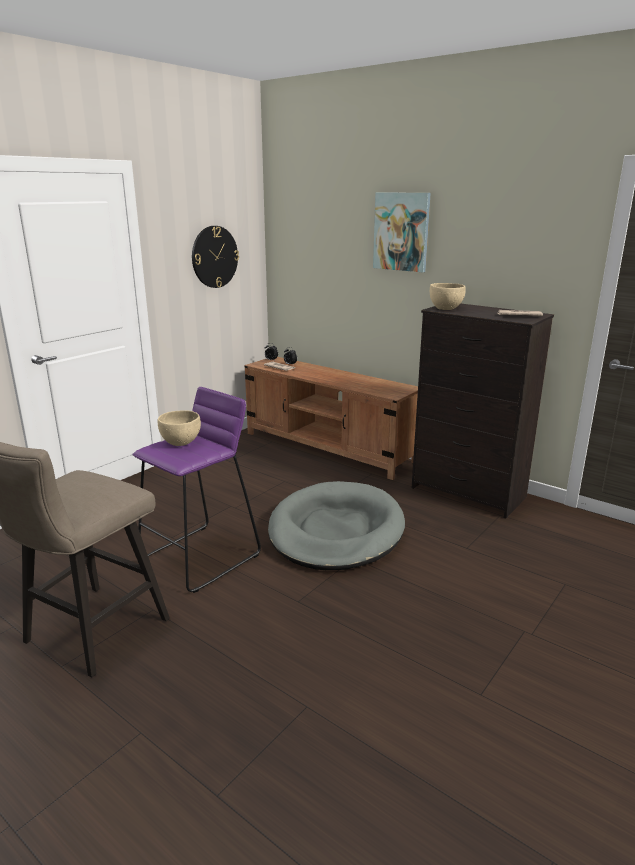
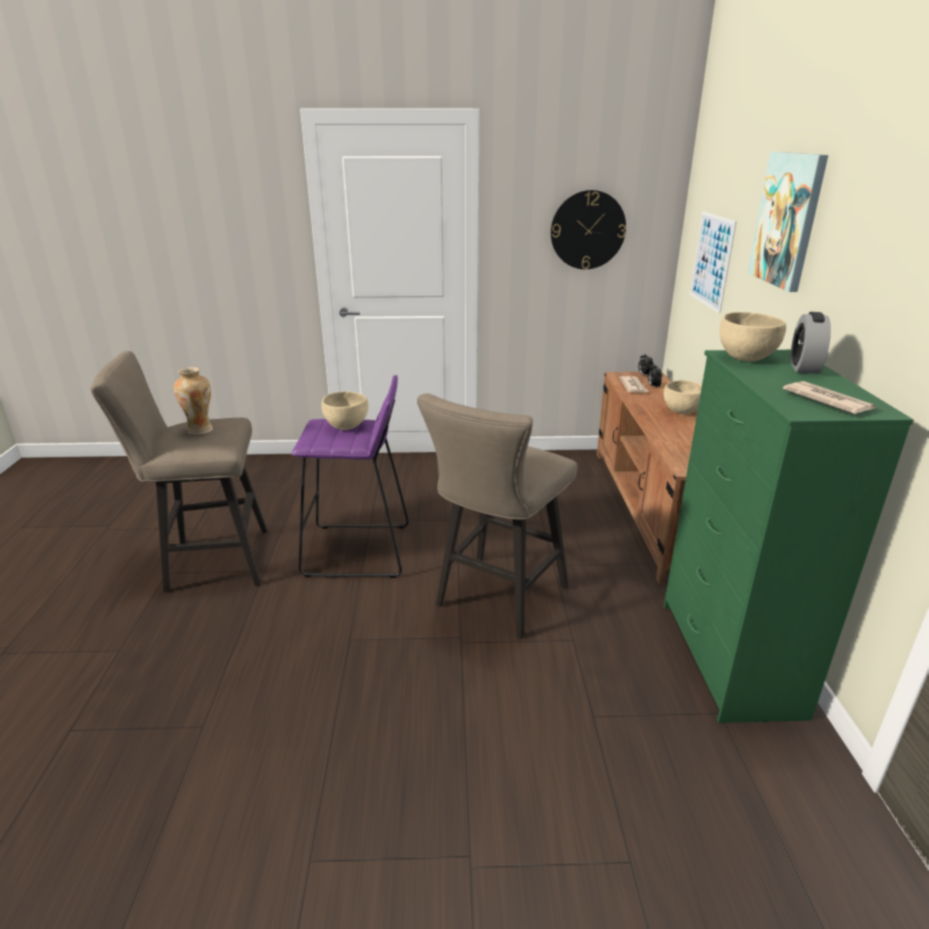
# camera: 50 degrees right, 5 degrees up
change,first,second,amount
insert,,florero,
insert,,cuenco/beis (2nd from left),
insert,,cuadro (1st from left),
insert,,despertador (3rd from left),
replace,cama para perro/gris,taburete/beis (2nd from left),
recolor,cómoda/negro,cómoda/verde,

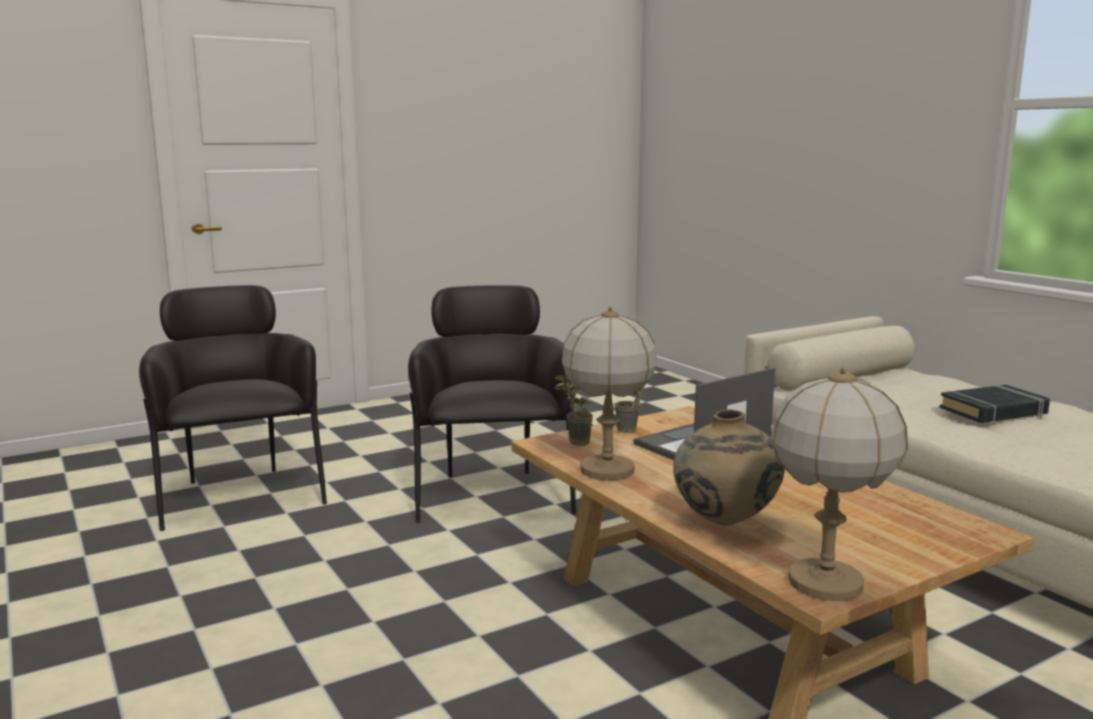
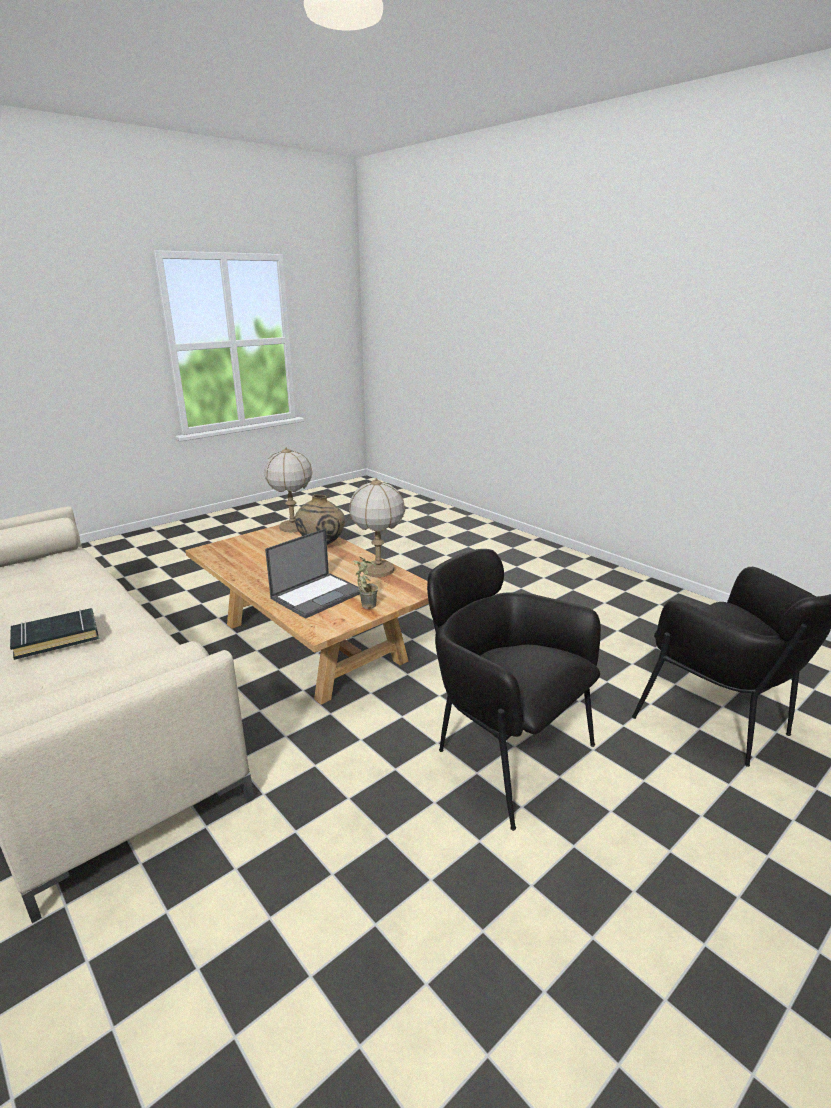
# camera: 170 degrees right, 10 degrees up
change,first,second,amount
delete,planta en maceta (1st from left),,
rotate,sillón/negro (2nd from left in the first image),sillón/negro (1st from left),150 degrees clockwise

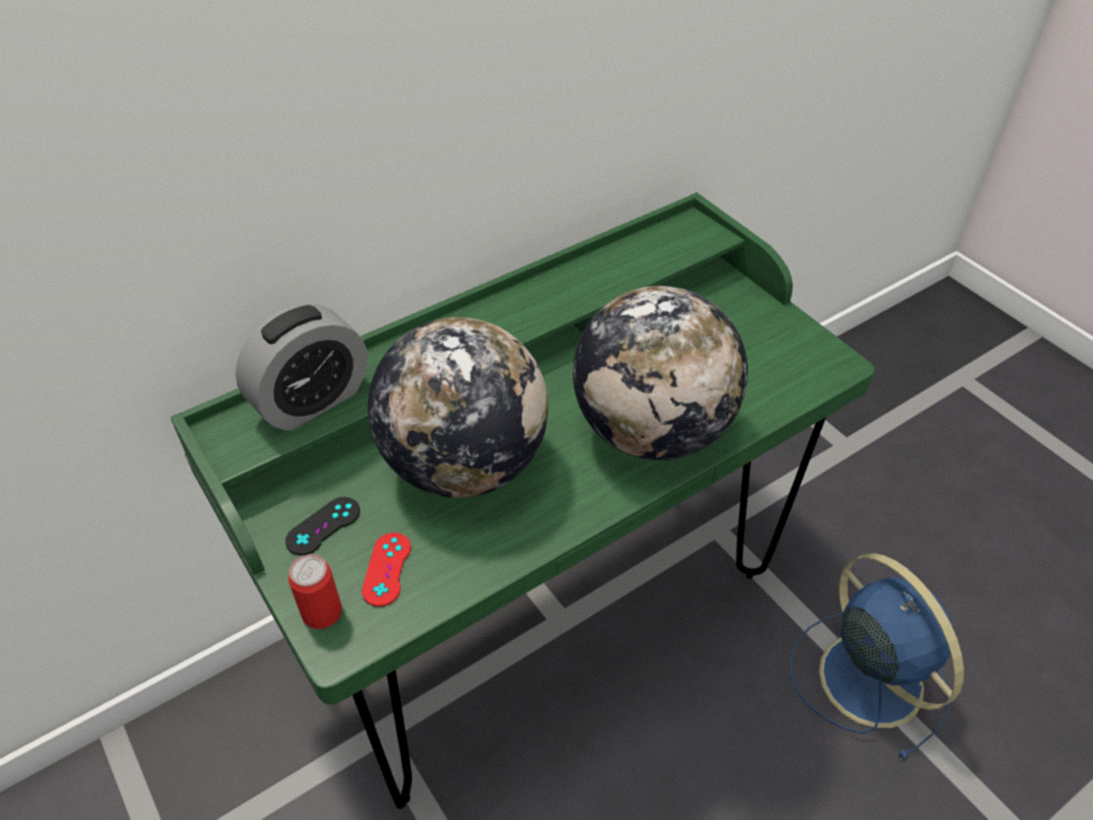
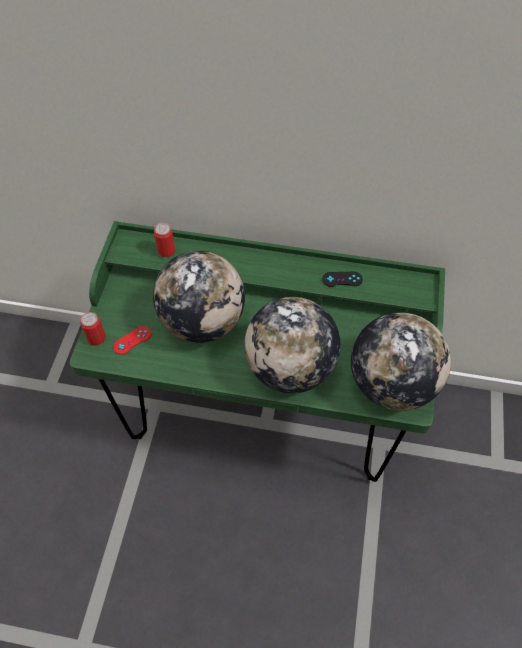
# camera: 45 degrees right, 10 degrees up
change,first,second,amount
delete,ventilador/azul,,
insert,,globo terráqueo (3rd from left),
move,mando de consola/negro,,
replace,despertador,lata (2nd from left),

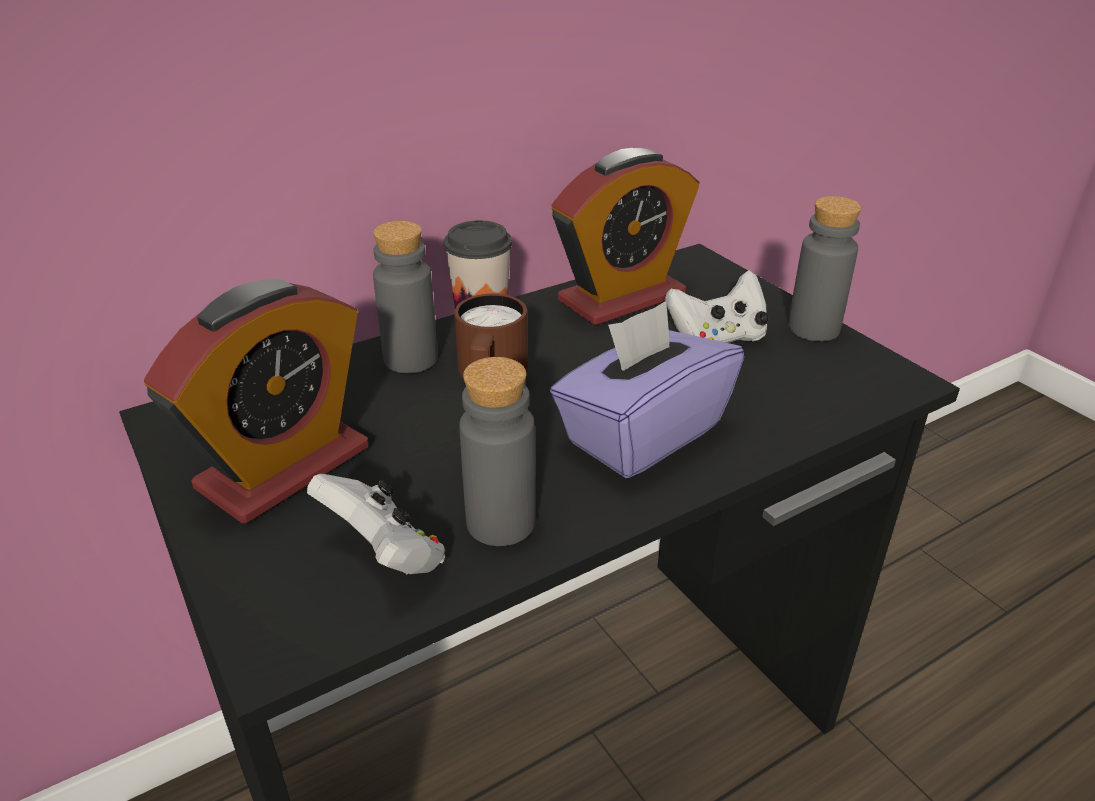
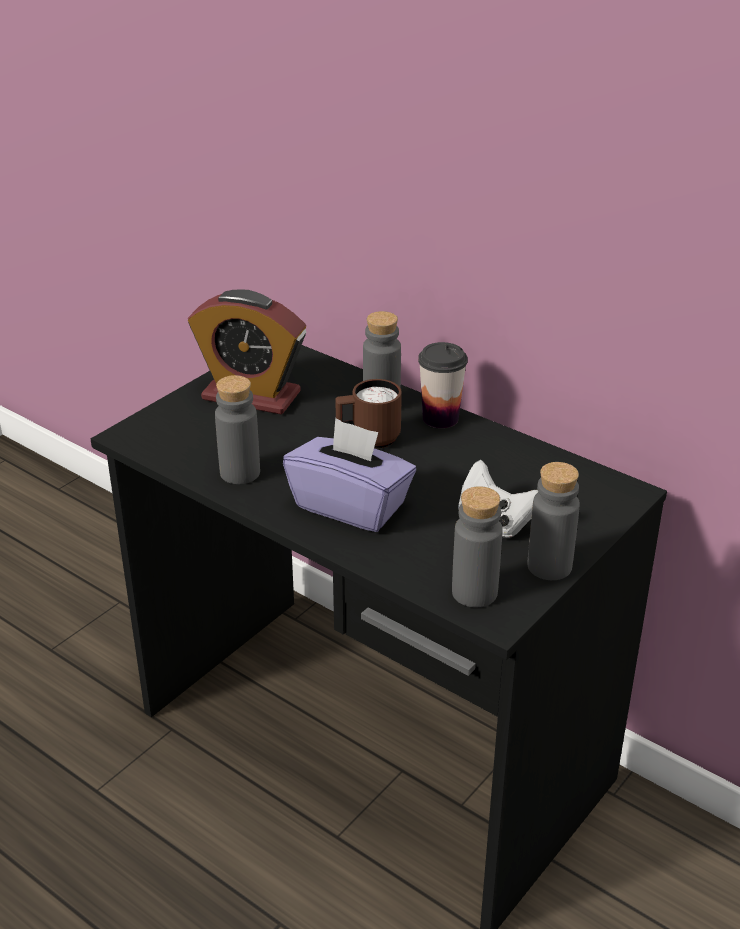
# camera: 70 degrees right, 0 degrees up
change,first,second,amount
delete,mando de consola/blanco (1st from left),,
delete,despertador (2nd from left),,
insert,,botella/gris (3rd from left),

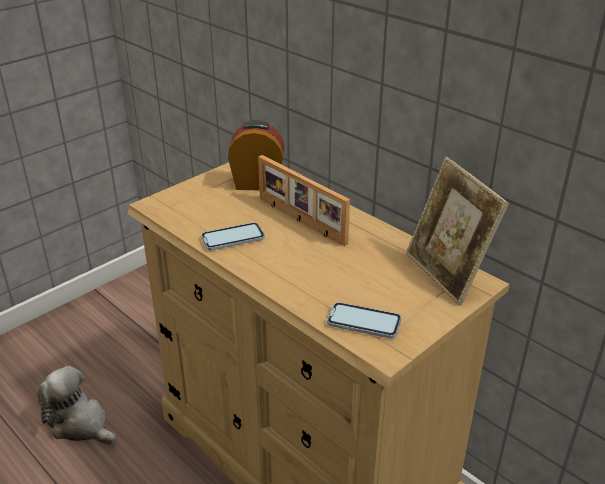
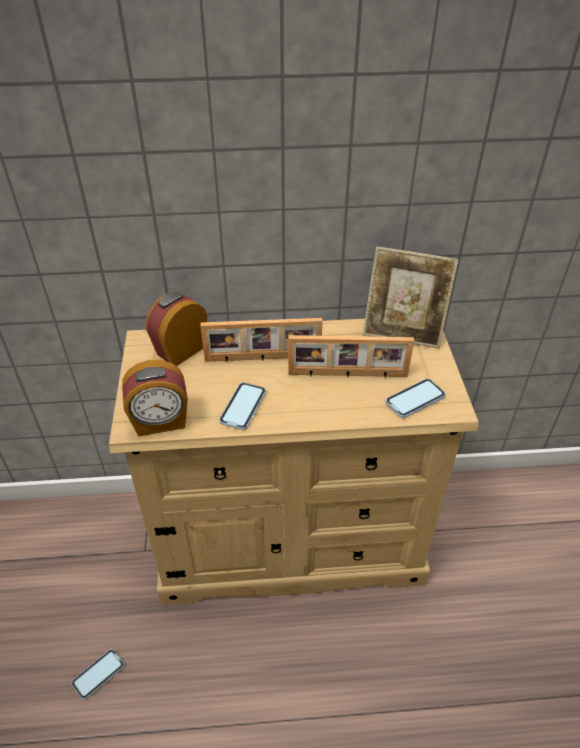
# camera: 50 degrees left, 10 degrees up
change,first,second,amount
insert,,despertador (1st from left),
insert,,portarretratos (2nd from left),
replace,peluche,móvil (1st from left),

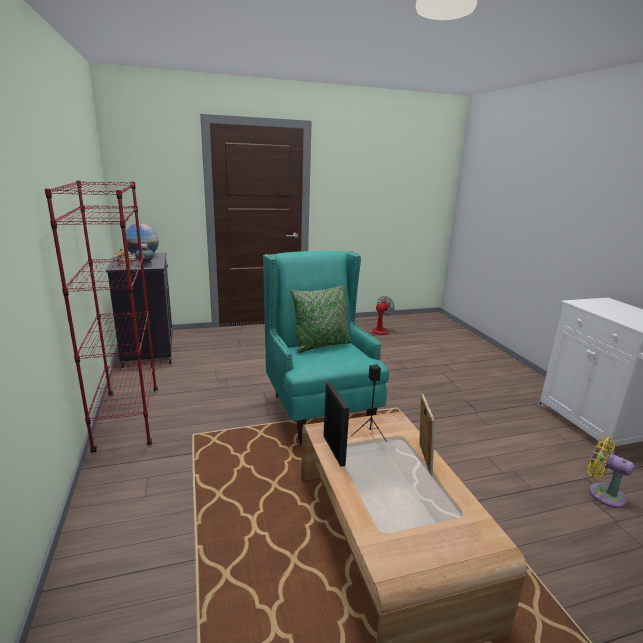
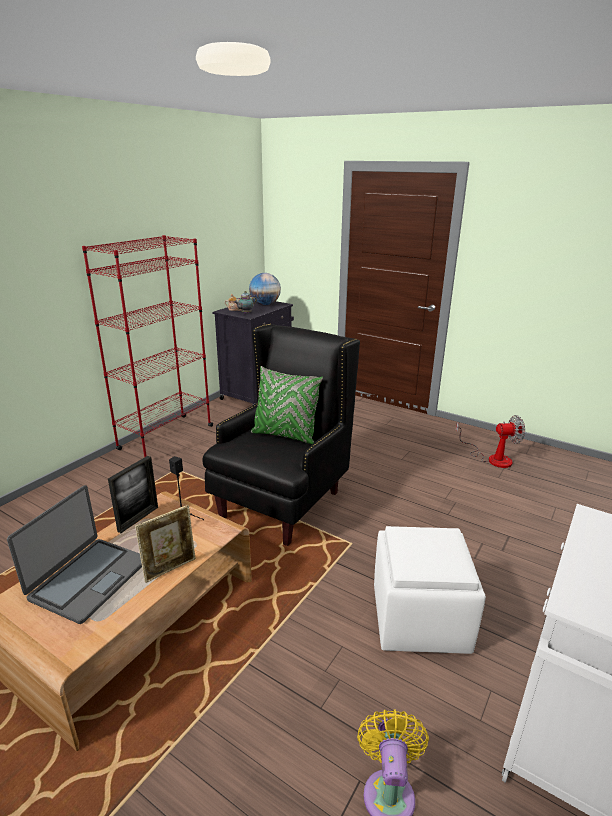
# camera: 50 degrees right, 5 degrees up
change,first,second,amount
insert,,portátil,
insert,,puf/blanco,
recolor,sillón/turquesa,sillón/negro,

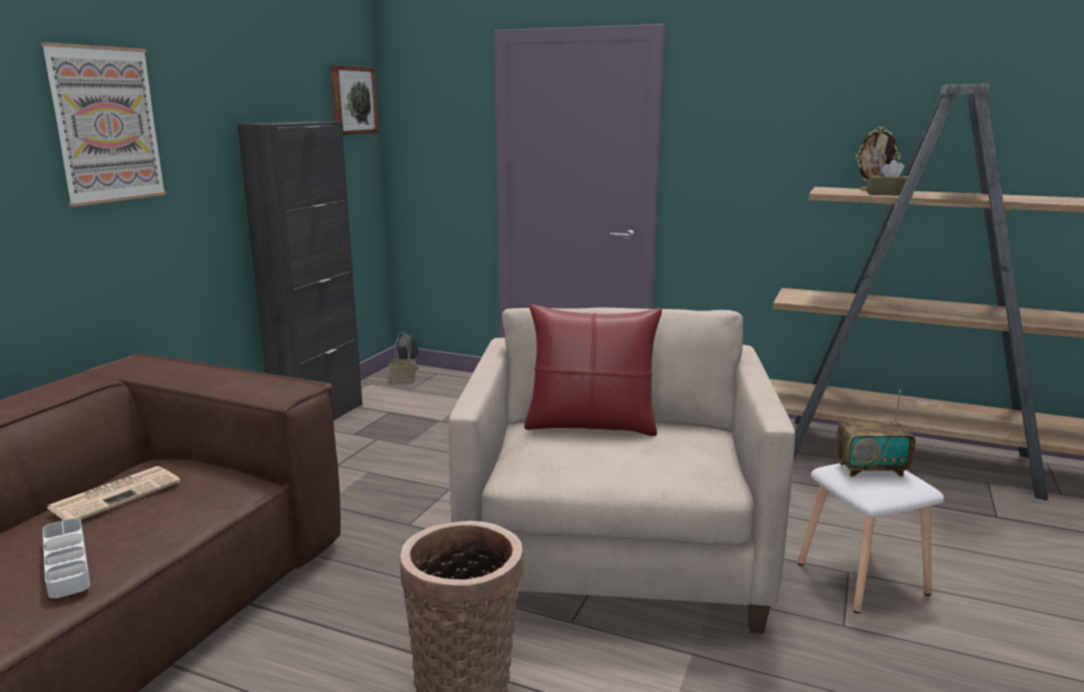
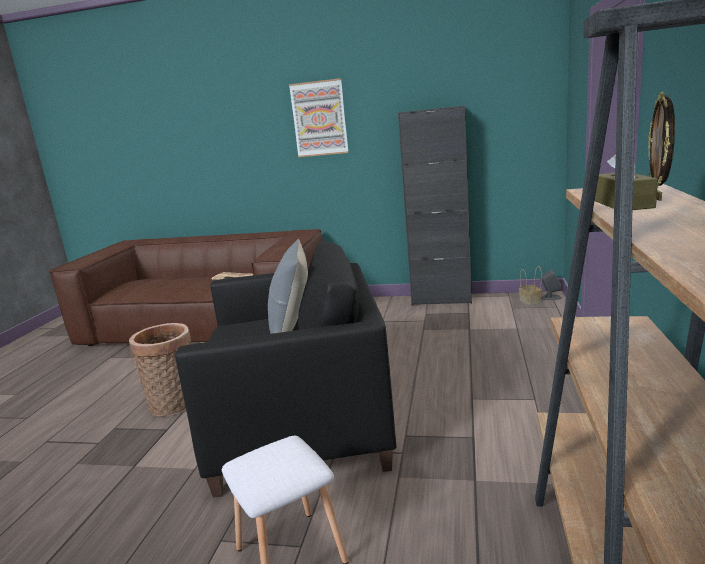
# camera: 80 degrees right, 0 degrees up
change,first,second,amount
delete,bandeja/gris,,
delete,cuadro (2nd from left),,
delete,radio,,
recolor,sillón/beis,sillón/negro,
recolor,cojín/rojo,cojín/gris,

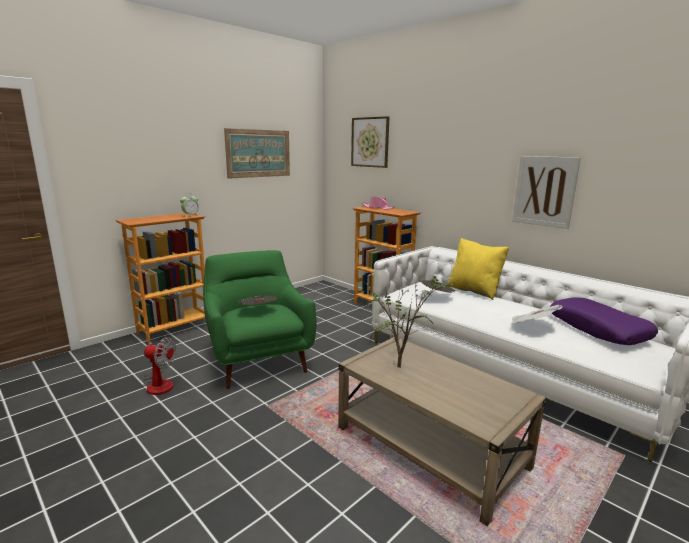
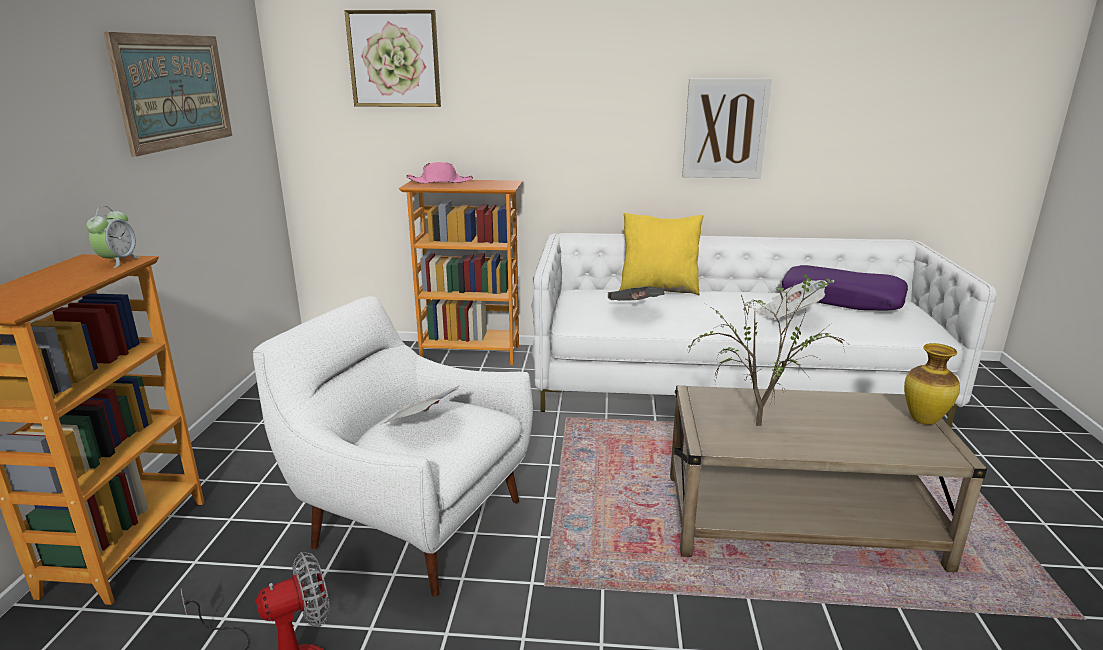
# camera: 40 degrees left, 5 degrees up
change,first,second,amount
insert,,florero,
recolor,sillón/verde,sillón/blanco,

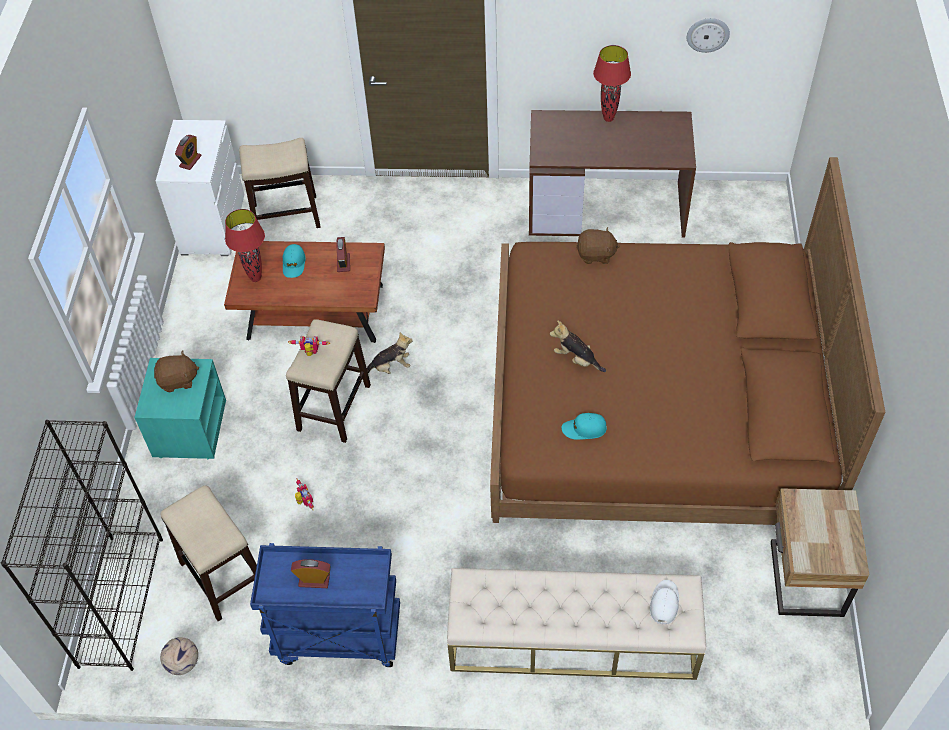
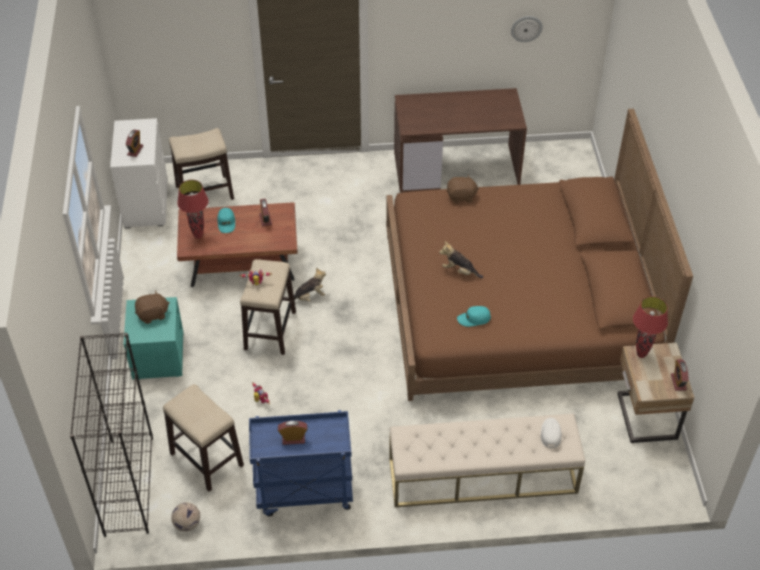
# camera: 10 degrees left, 5 degrees down
change,first,second,amount
insert,,despertador (4th from left),
move,lámpara de mesa/rojo (2nd from left),,

